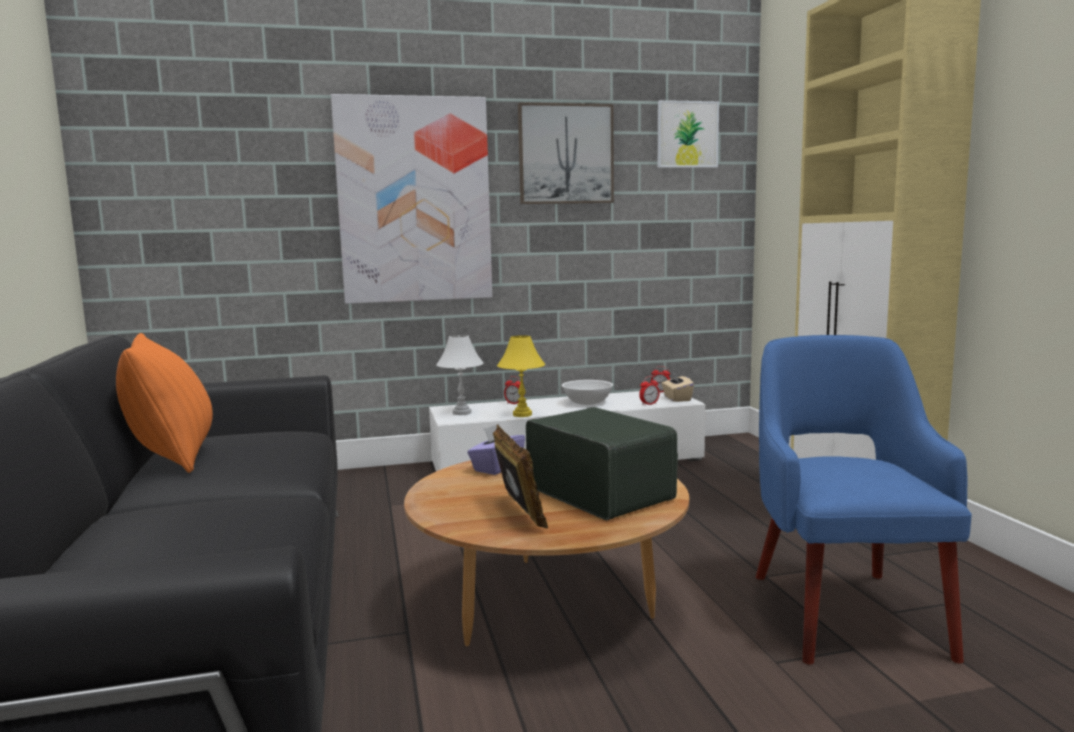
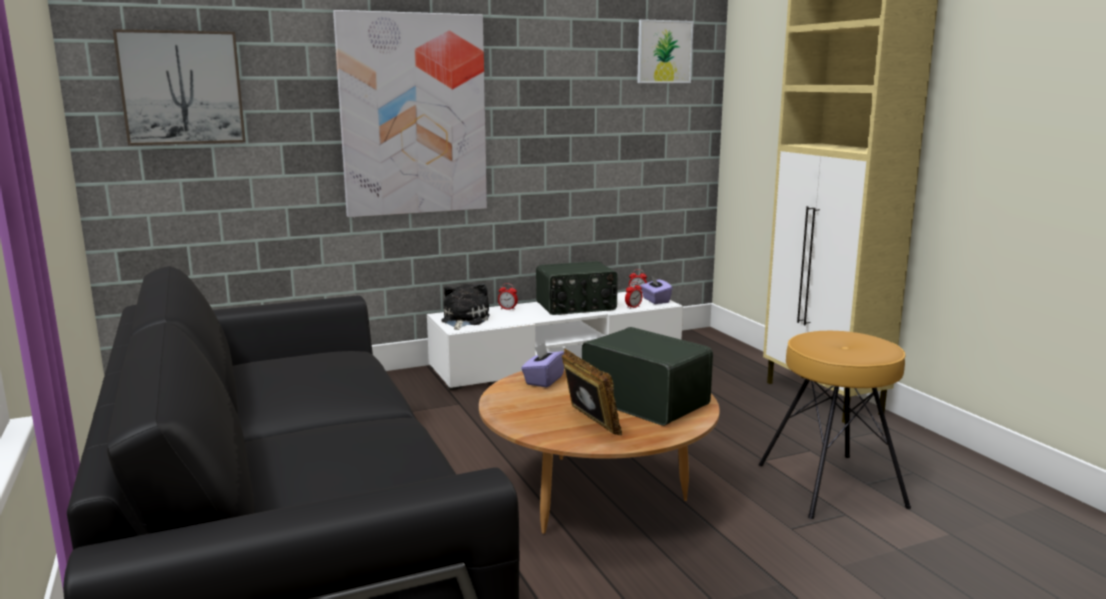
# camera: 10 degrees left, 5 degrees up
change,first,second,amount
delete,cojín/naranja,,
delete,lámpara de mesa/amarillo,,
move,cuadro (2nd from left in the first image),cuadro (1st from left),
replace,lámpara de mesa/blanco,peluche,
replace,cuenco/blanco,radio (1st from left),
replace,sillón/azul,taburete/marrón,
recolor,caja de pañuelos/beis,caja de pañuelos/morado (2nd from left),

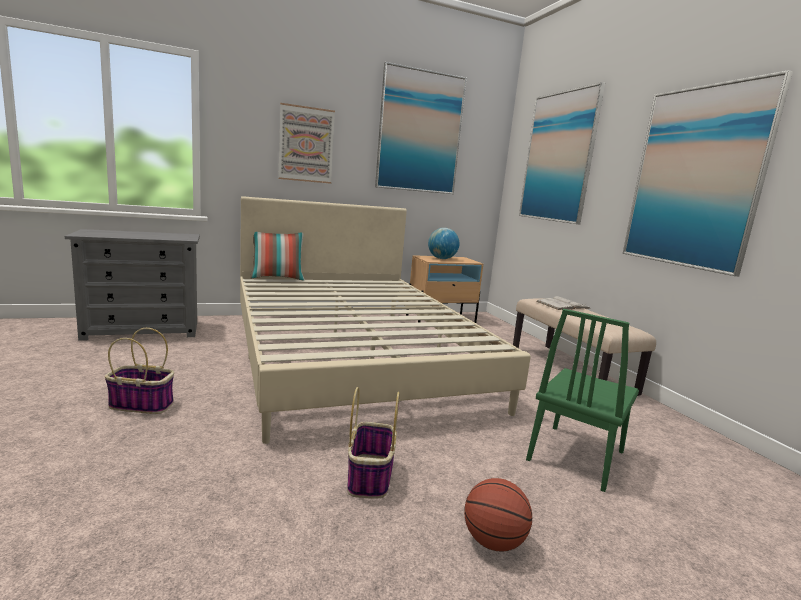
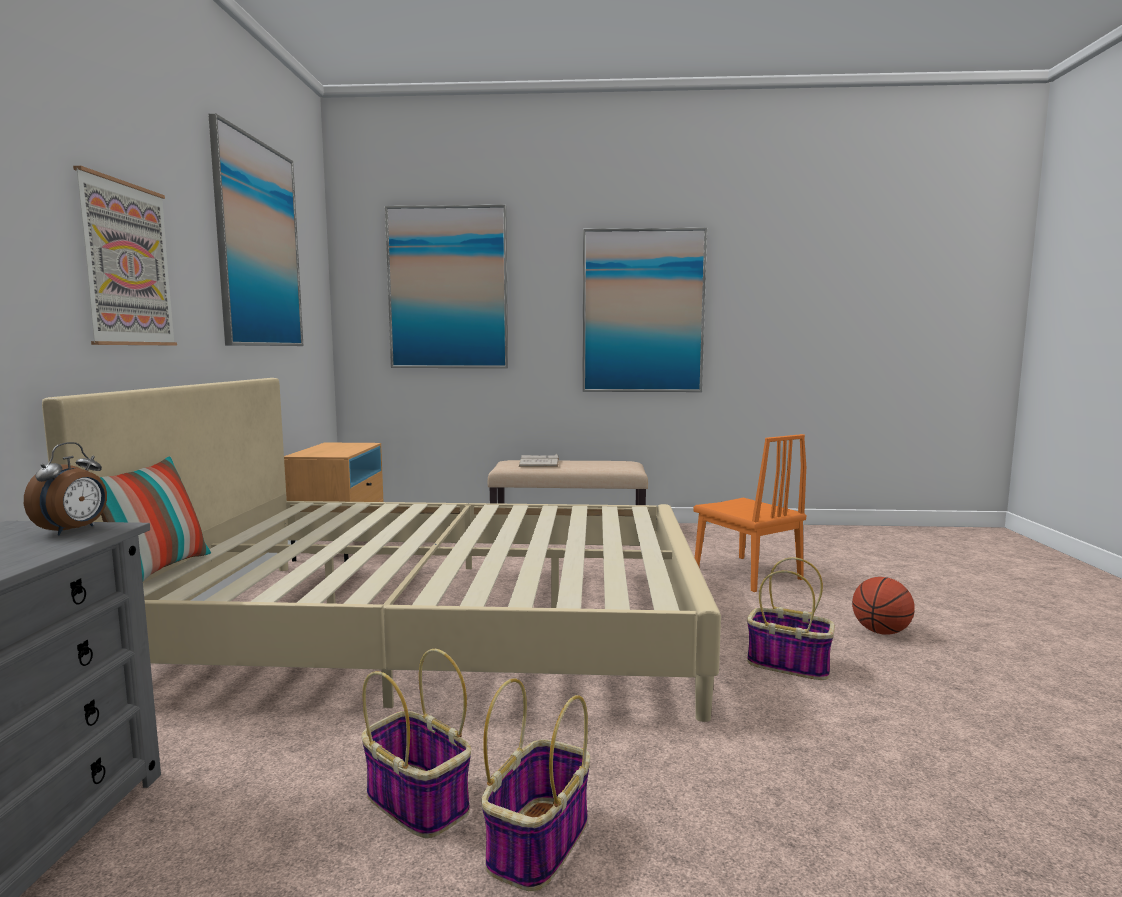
# camera: 65 degrees left, 5 degrees down
change,first,second,amount
delete,globo terráqueo,,
insert,,despertador,
insert,,cesta (1st from left),
recolor,silla/verde,silla/naranja,

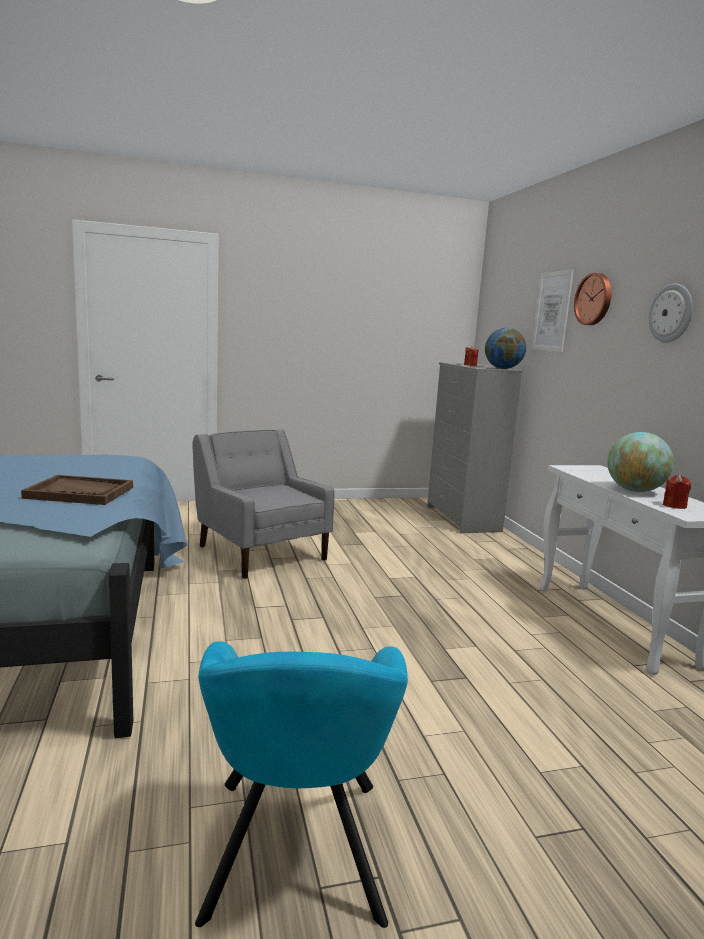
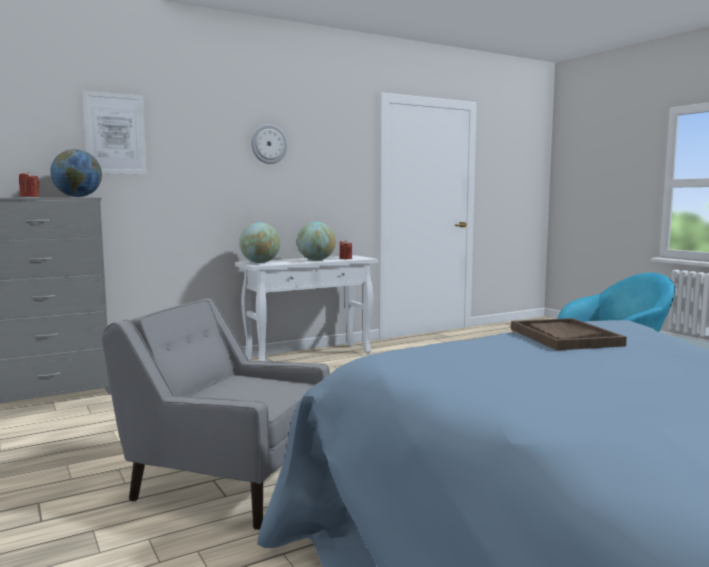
# camera: 105 degrees left, 5 degrees down
change,first,second,amount
delete,reloj de pared (1st from left),,
insert,,globo terráqueo (2nd from left),
rotate,sillón/gris,,75 degrees clockwise

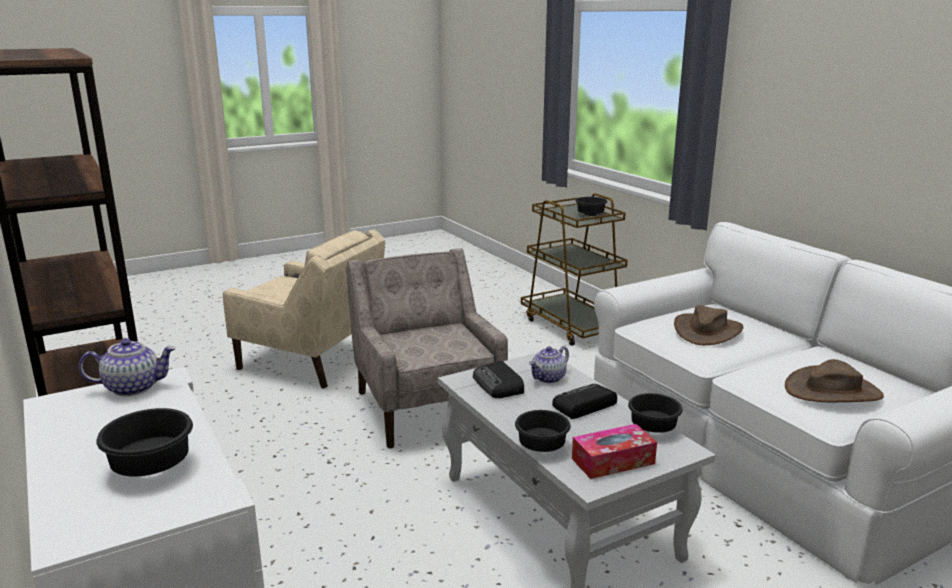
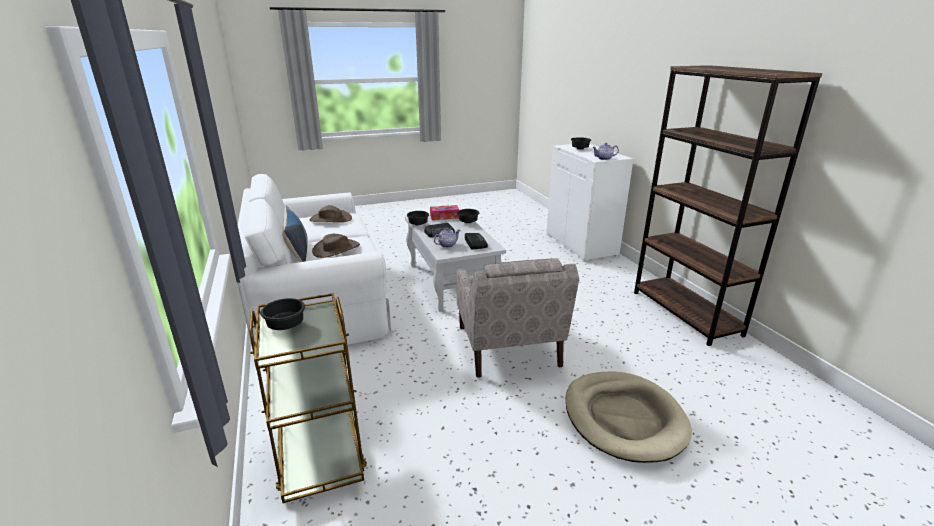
# camera: 170 degrees left, 5 degrees up
change,first,second,amount
insert,,cojín,
replace,sillón/beis (1st from left),cama para perro/beis,

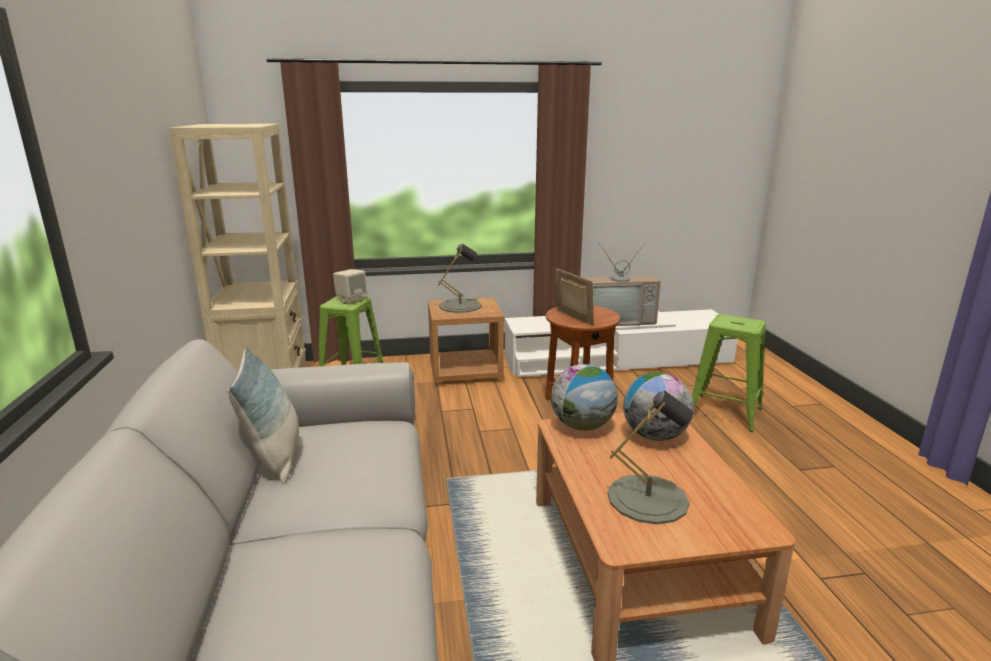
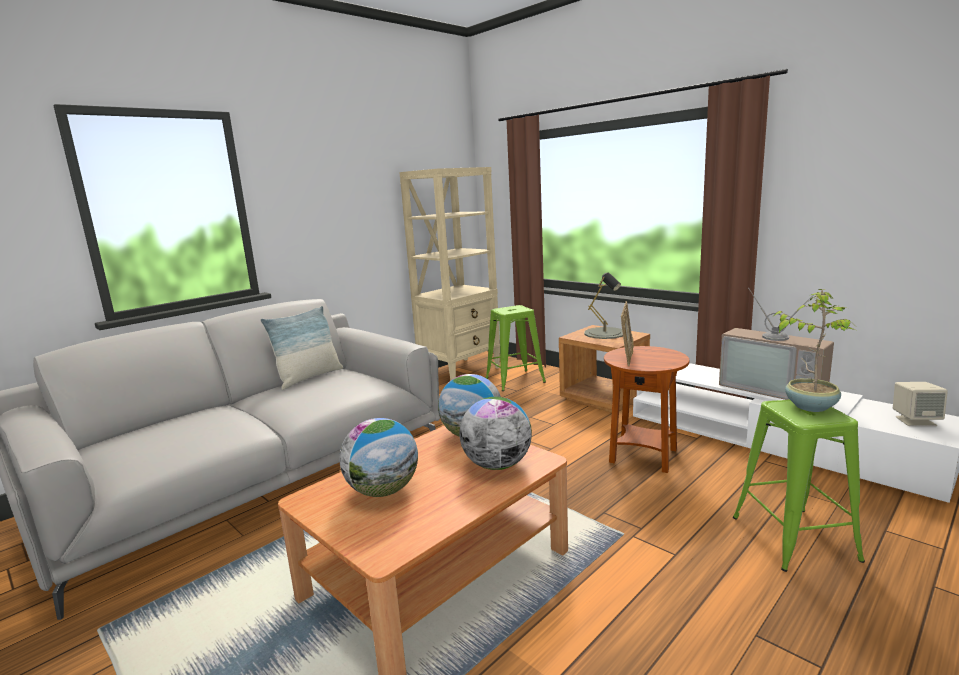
# camera: 55 degrees right, 5 degrees down
change,first,second,amount
insert,,planta en maceta,
move,altavoz/beis,,
replace,lámpara de mesa/gris (2nd from left),globo terráqueo (1st from left),

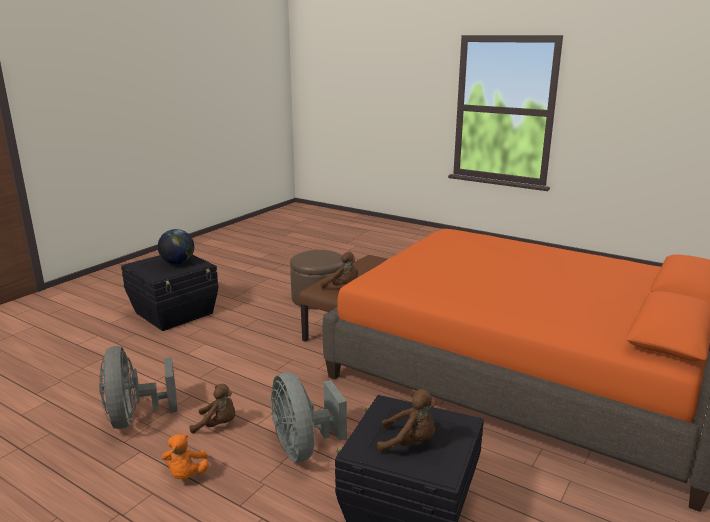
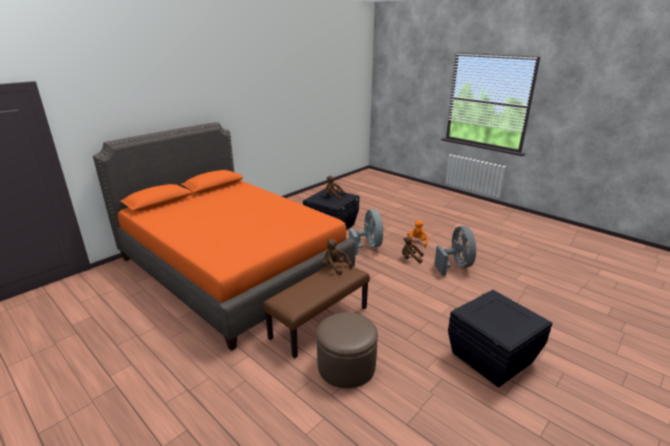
# camera: 170 degrees left, 5 degrees up
change,first,second,amount
delete,globo terráqueo,,

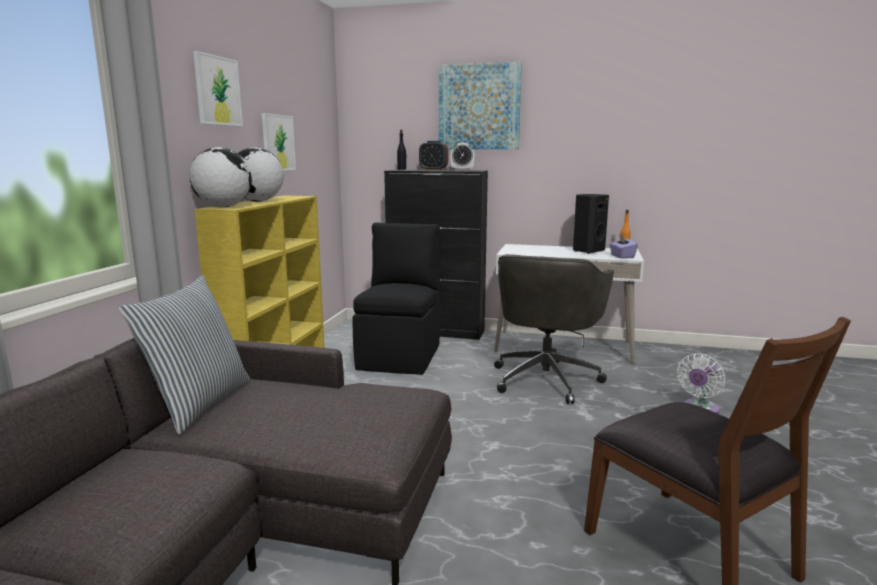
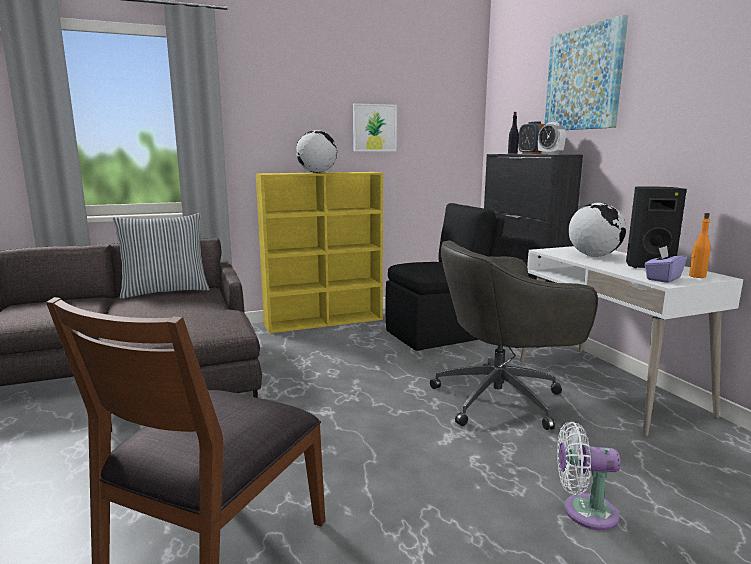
# camera: 55 degrees right, 0 degrees up
change,first,second,amount
delete,cuadro (1st from left),,
move,globo terráqueo (1st from left in the first image),globo terráqueo (2nd from left),

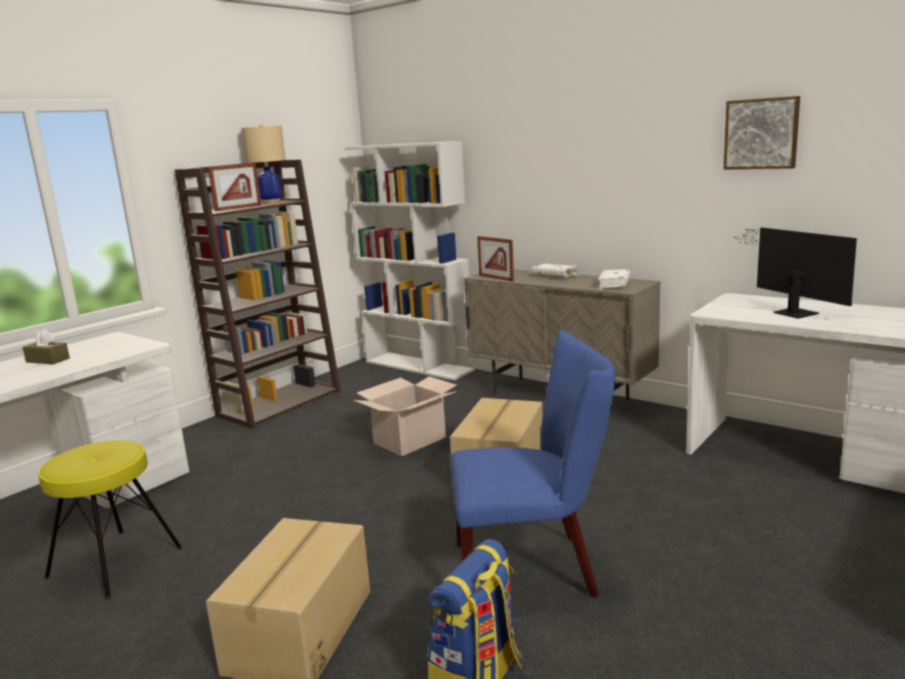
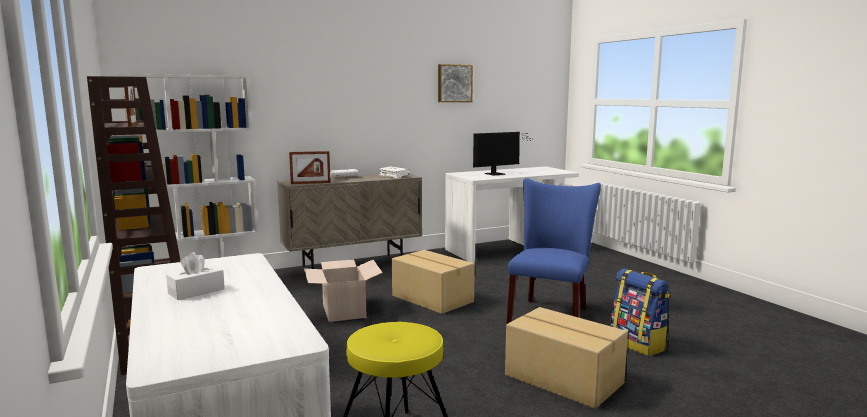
# camera: 65 degrees left, 5 degrees down
change,first,second,amount
delete,lámpara de mesa/beis,,
recolor,caja de pañuelos/marrón,caja de pañuelos/blanco,
rotate,monitor,,150 degrees clockwise

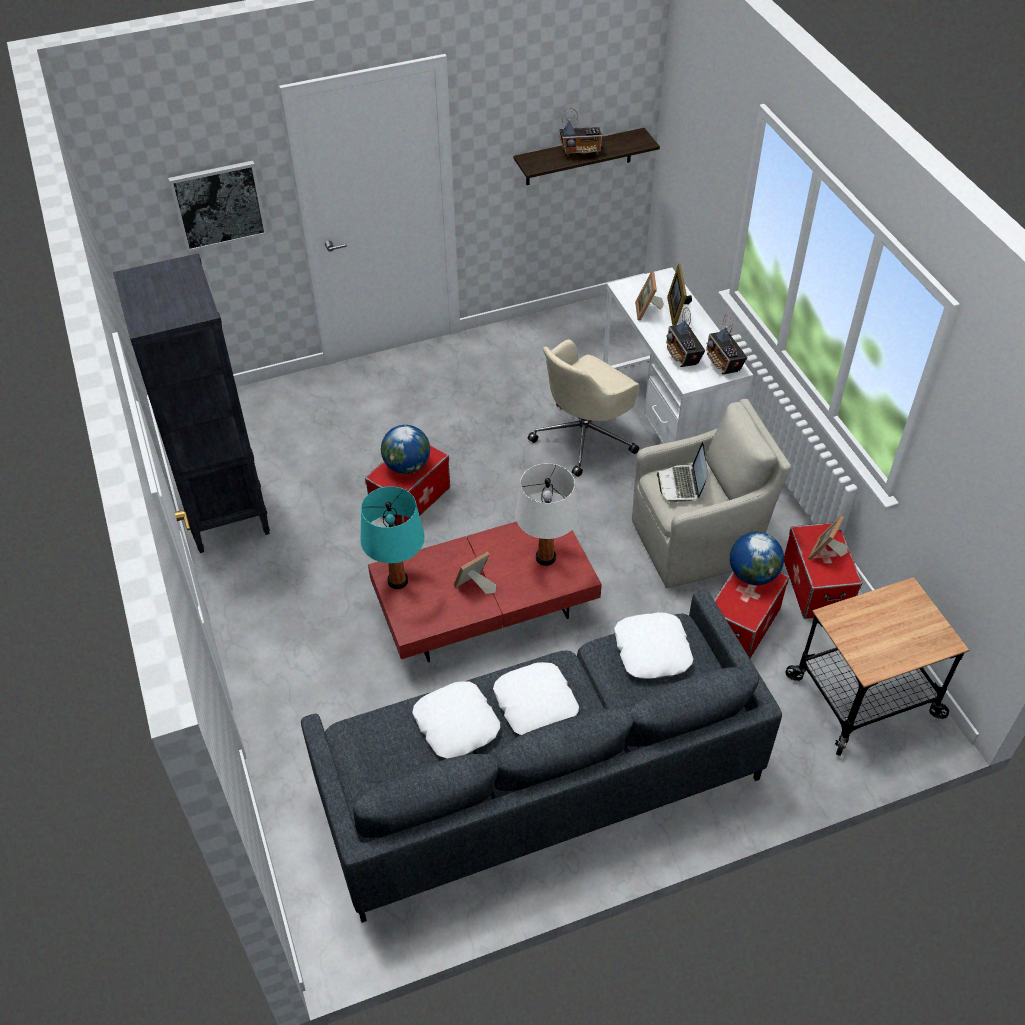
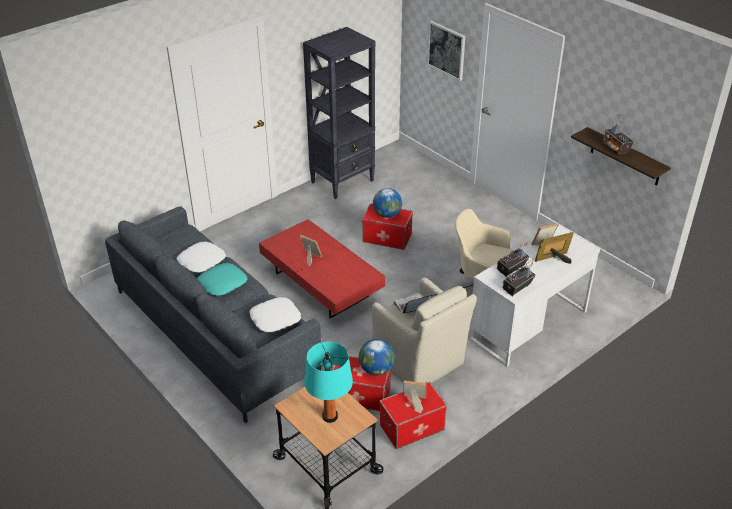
# camera: 70 degrees right, 10 degrees down
change,first,second,amount
delete,lámpara de mesa/blanco,,
move,lámpara de mesa/turquesa,,
recolor,cojín/blanco (2nd from left),cojín/turquesa,

